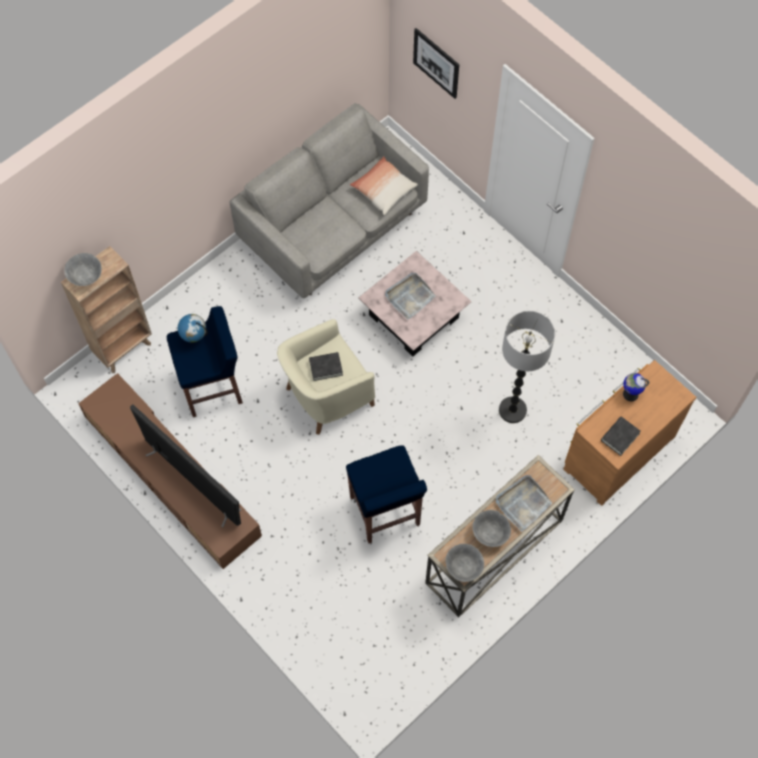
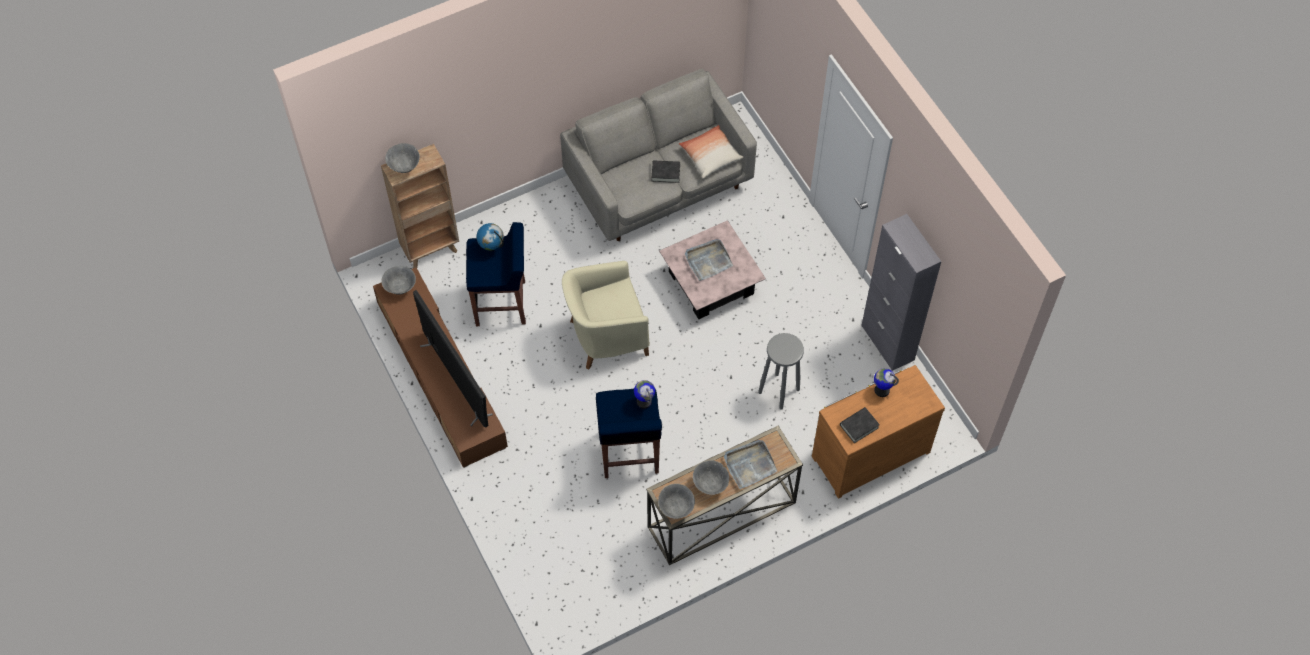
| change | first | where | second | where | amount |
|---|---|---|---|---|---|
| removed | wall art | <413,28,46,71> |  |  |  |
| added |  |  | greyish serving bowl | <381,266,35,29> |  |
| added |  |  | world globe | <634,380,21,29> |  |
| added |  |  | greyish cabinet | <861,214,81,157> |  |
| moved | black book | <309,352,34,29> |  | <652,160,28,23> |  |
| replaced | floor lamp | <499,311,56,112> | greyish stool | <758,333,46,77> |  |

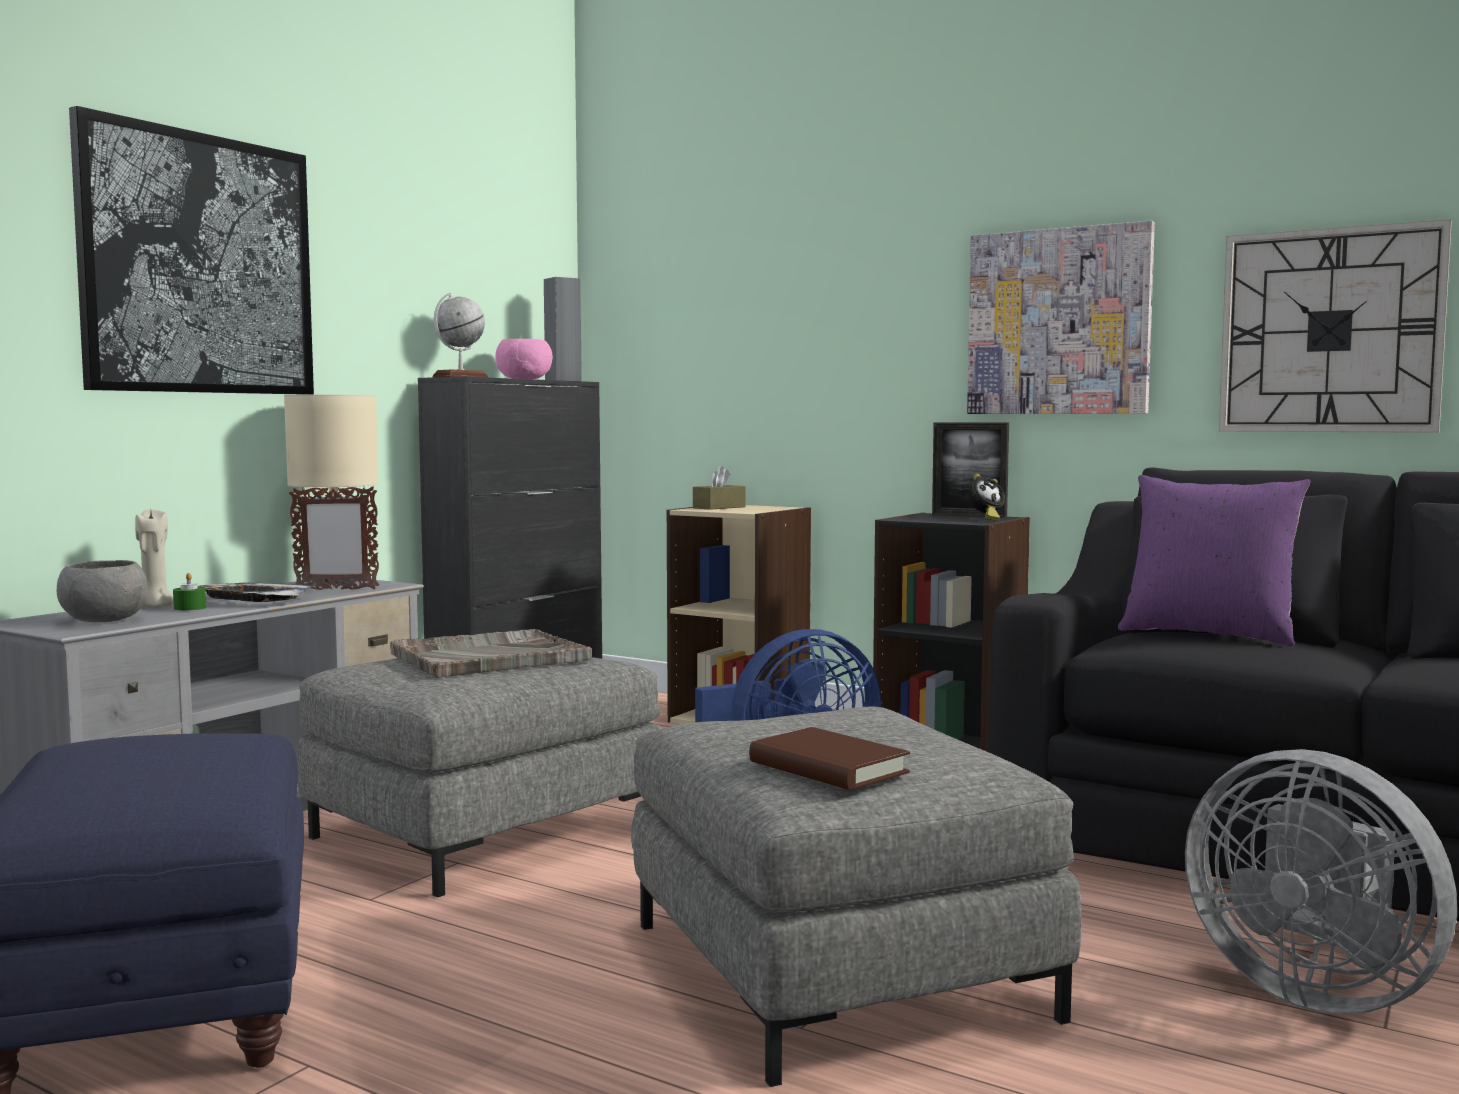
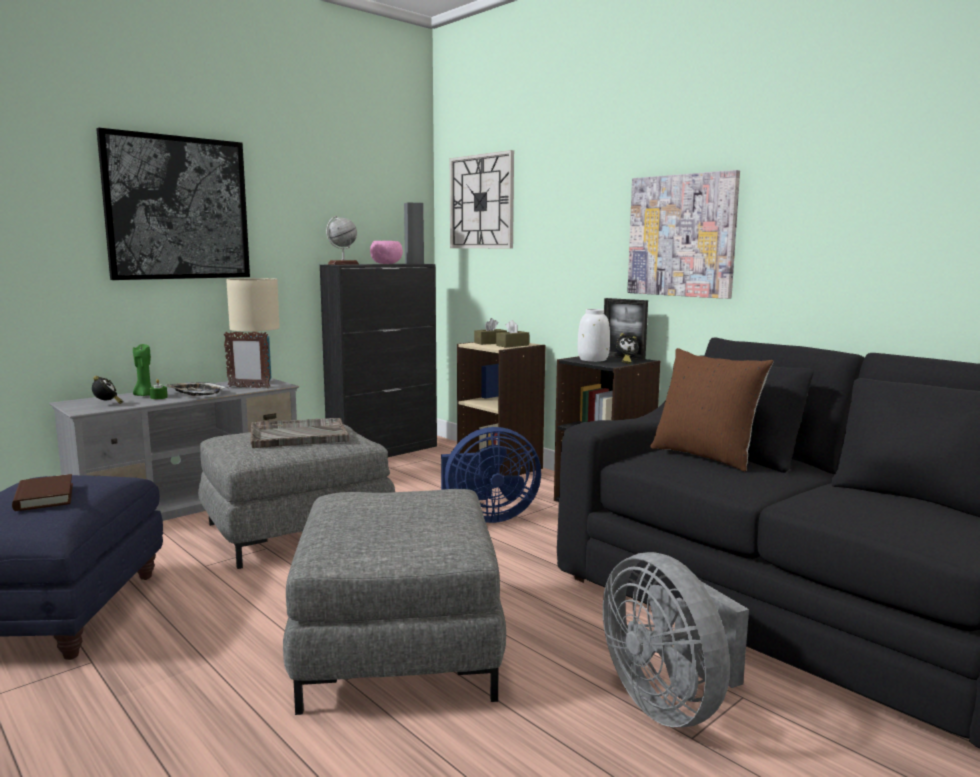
| change | first | where | second | where | amount |
|---|---|---|---|---|---|
| added |  |  | brown tissue box | <496,320,33,28> |  |
| added |  |  | white-coloured vase | <578,309,32,53> |  |
| moved | brown book | <749,727,161,63> |  | <12,474,61,37> |  |
| moved | clock on the wall | <1219,219,233,214> |  | <450,150,64,98> |  |
| replaced | greyish serving bowl | <57,560,91,62> | bedside clock | <92,376,31,28> |  |
| recoloured | sand-coloured wax candle | <135,509,39,98> | greenish wax candle | <133,344,18,52> |  |
| recoloured | purple pillow | <1118,475,193,172> | brown pillow | <651,348,123,123> |  |

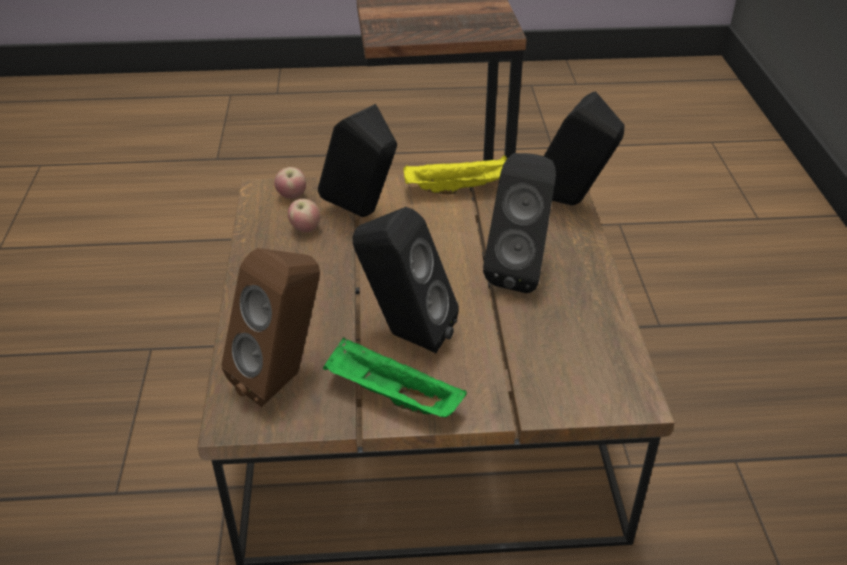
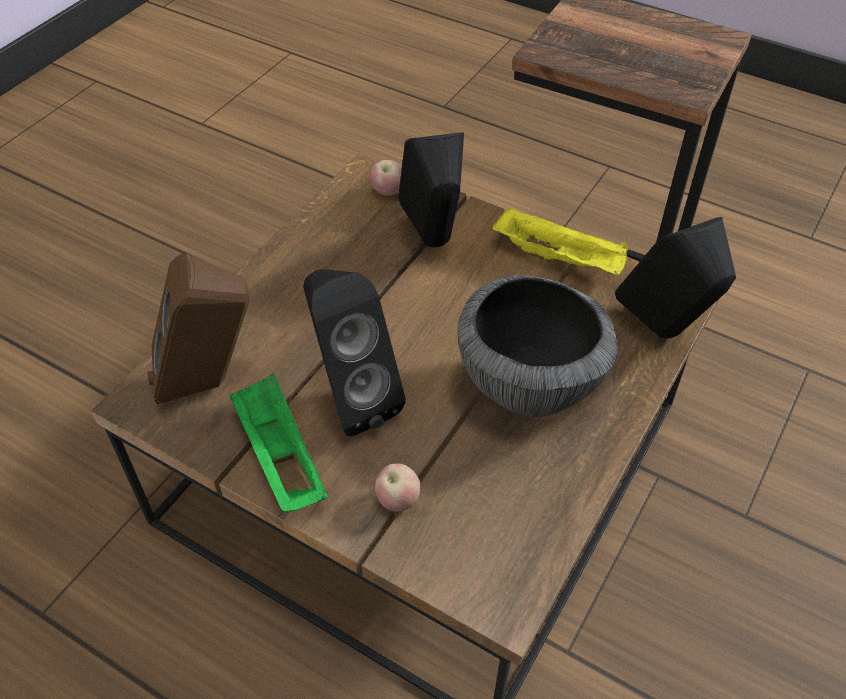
| change | first | where | second | where | amount |
|---|---|---|---|---|---|
| moved | whole apple | <288,199,32,33> |  | <375,463,46,49> |  |
| replaced | black loudspeaker | <483,153,73,140> | serving bowl | <457,275,161,142> |  |

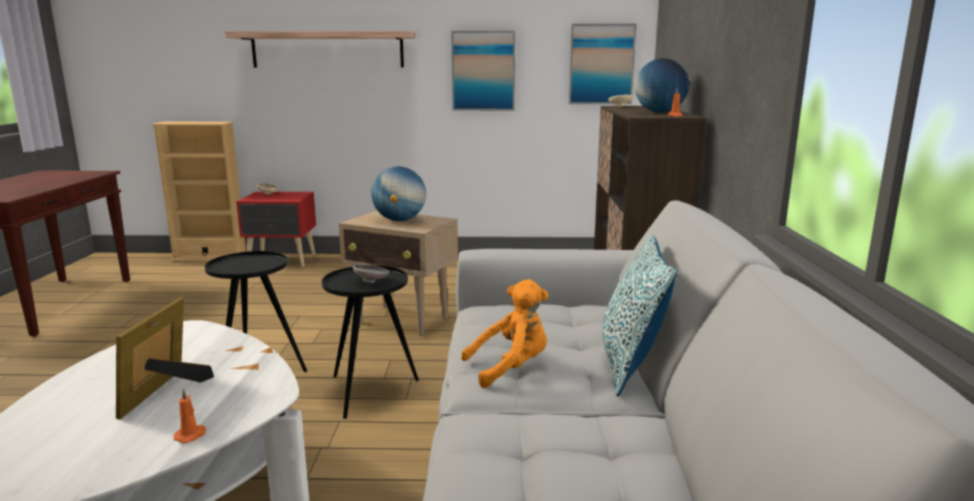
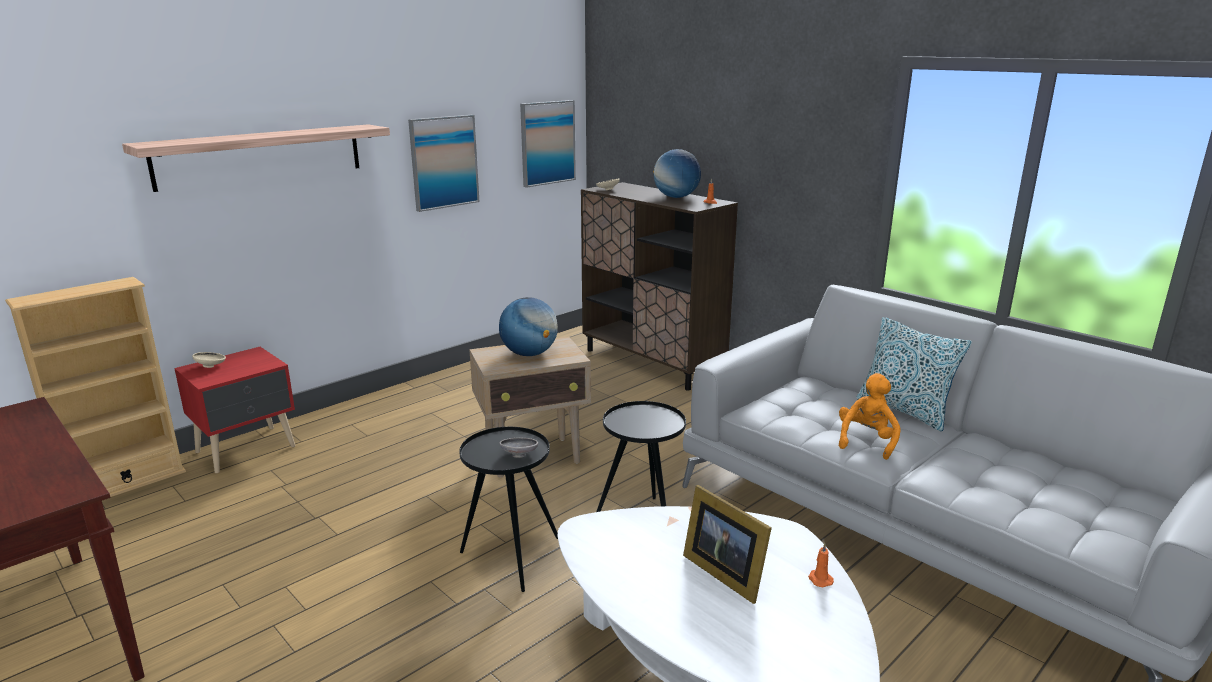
| change | first | where | second | where | amount |
|---|---|---|---|---|---|
| moved | greyish serving bowl | <353,264,36,19> |  | <499,438,39,20> |  |

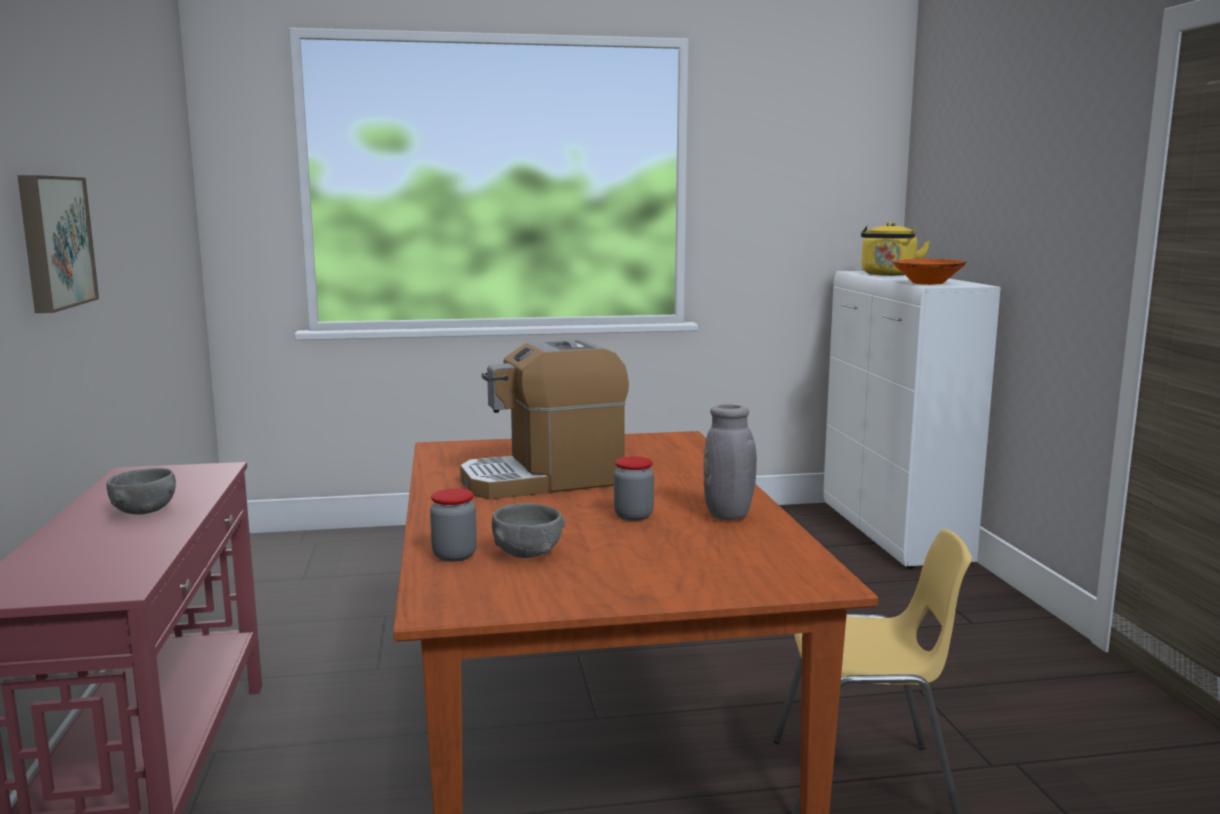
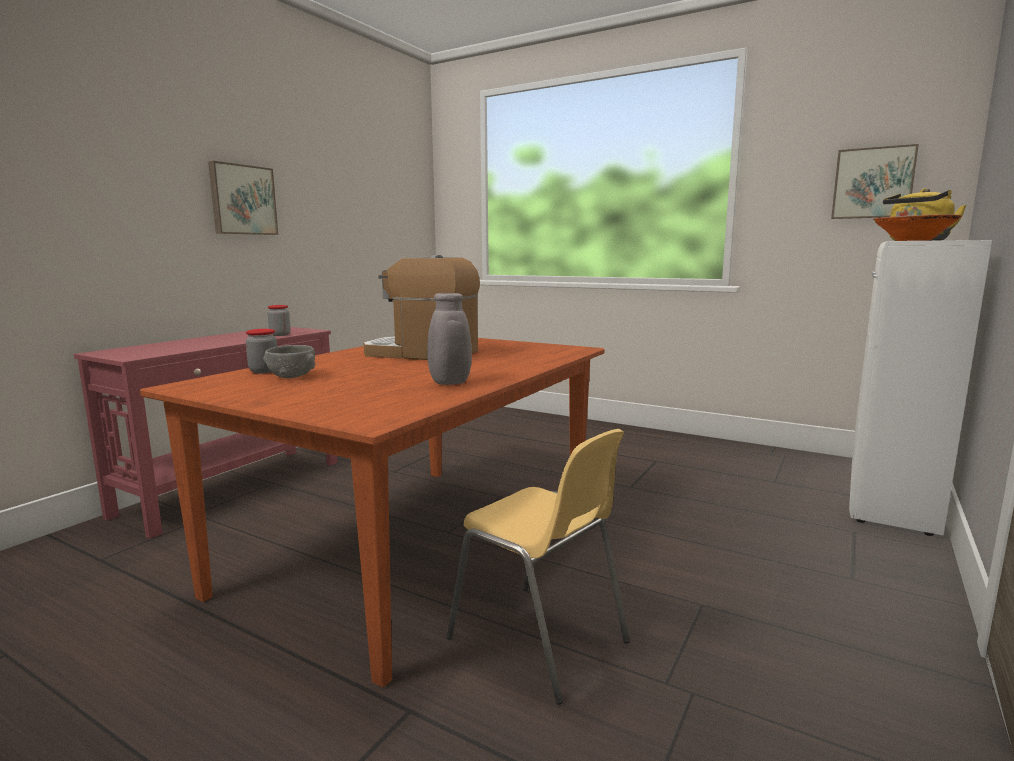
| change | first | where | second | where | amount |
|---|---|---|---|---|---|
| removed | greyish serving bowl | <106,468,70,47> |  |  |  |
| added |  |  | wall art | <831,144,88,75> |  |
| moved | preserve jar | <614,456,40,65> |  | <268,305,23,31> |  |

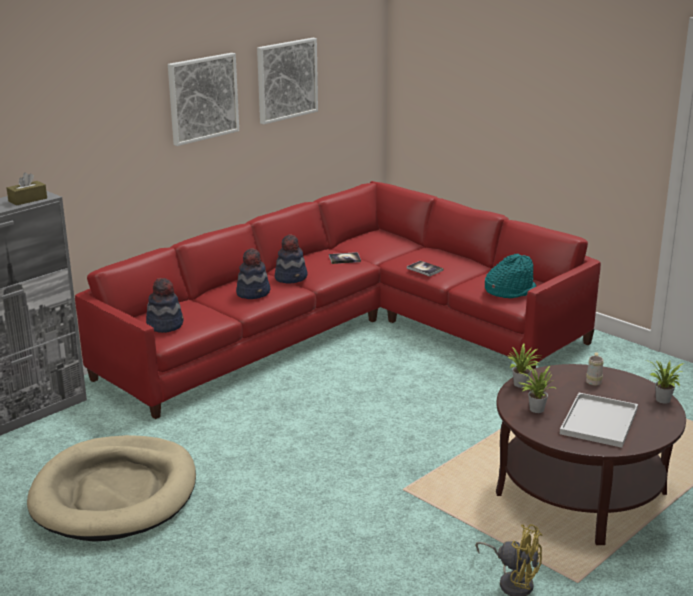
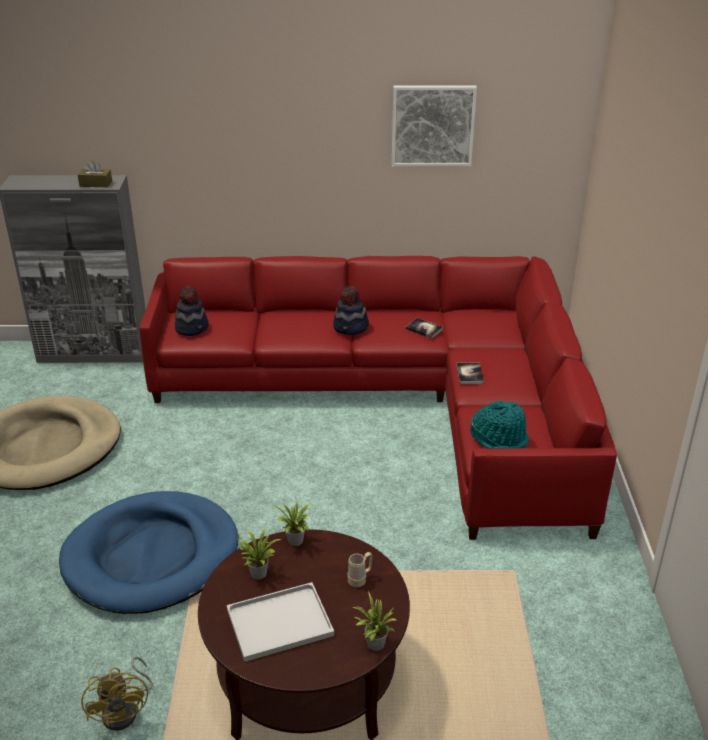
| change | first | where | second | where | amount |
|---|---|---|---|---|---|
| removed | wall art | <168,53,71,93> |  |  |  |
| removed | hat | <236,248,34,51> |  |  |  |
| added |  |  | blue pet bed | <59,491,179,123> |  |

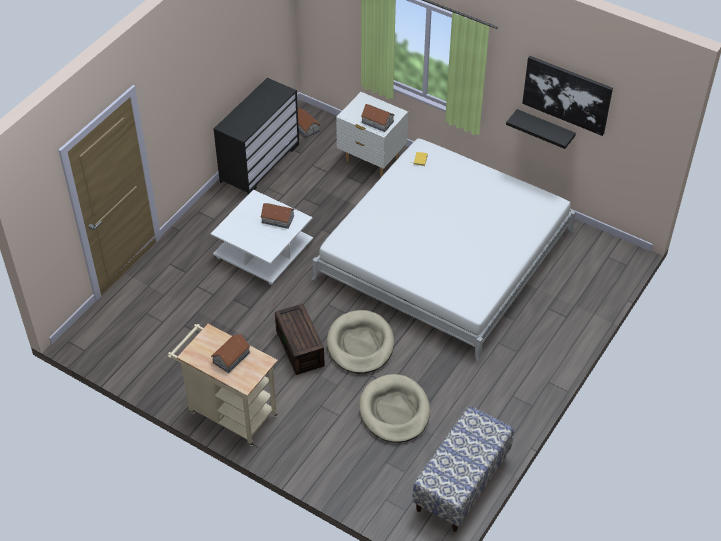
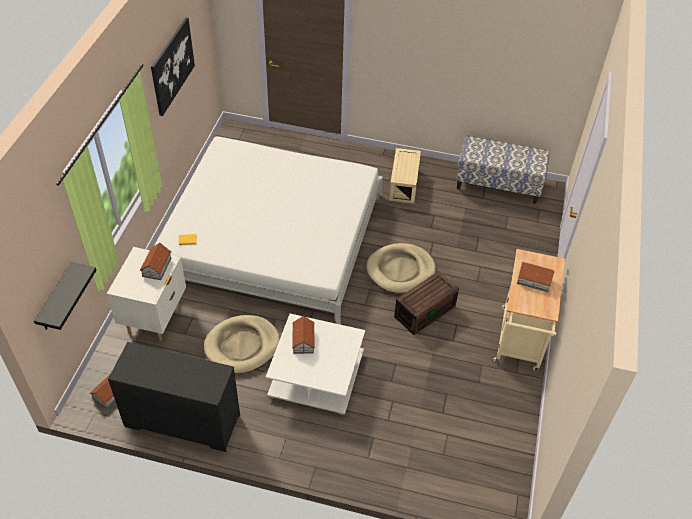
| change | first | where | second | where | amount |
|---|---|---|---|---|---|
| added |  |  | sand-coloured storage bin | <389,148,32,56> |  |
| moved | sand-coloured pet bed | <359,374,71,69> |  | <204,315,76,59> |  |
| moved | black wall shelf | <506,109,70,40> |  | <34,262,62,68> |  |

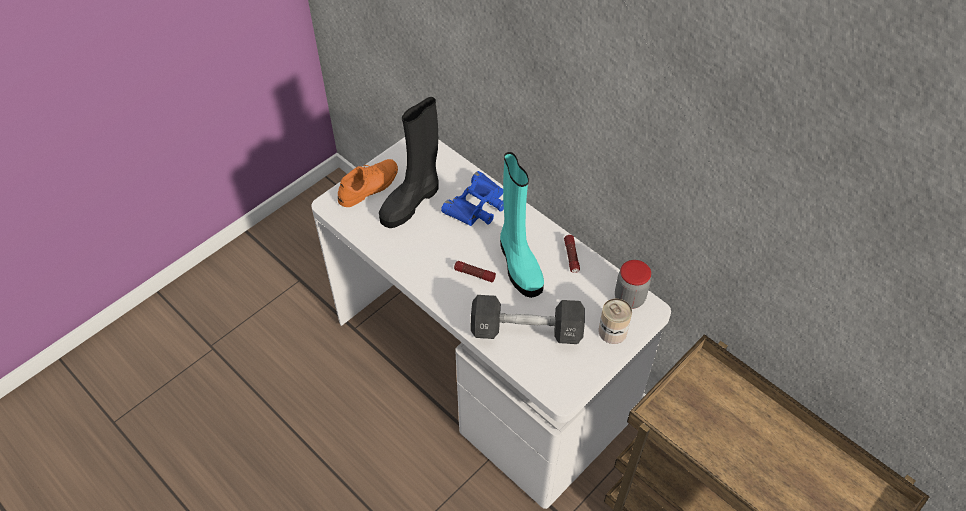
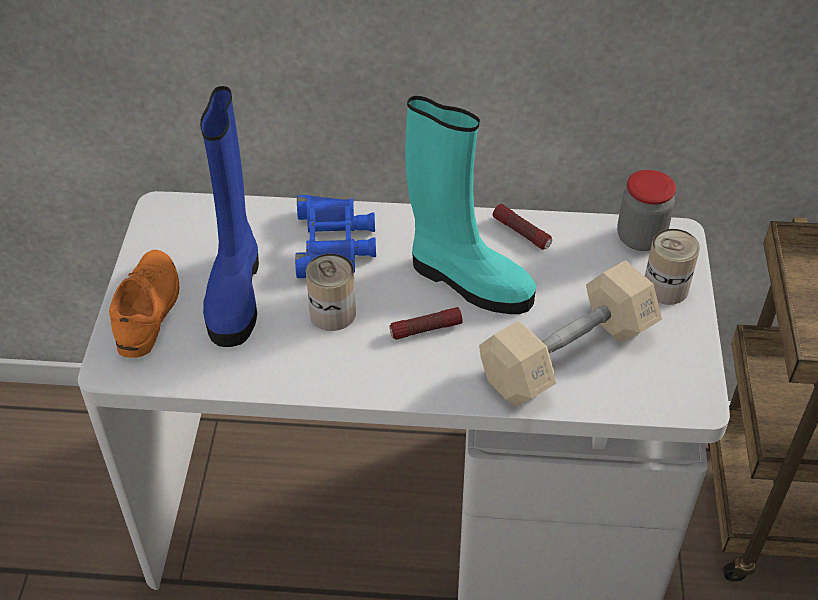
| change | first | where | second | where | amount |
|---|---|---|---|---|---|
| added |  |  | sealed can | <306,254,50,77> |  |
| recoloured | black boot | <379,97,60,131> | blue boot | <200,86,59,261> |  |
| recoloured | black free weight | <470,295,115,49> | sand-coloured free weight | <479,260,183,147> |  |

